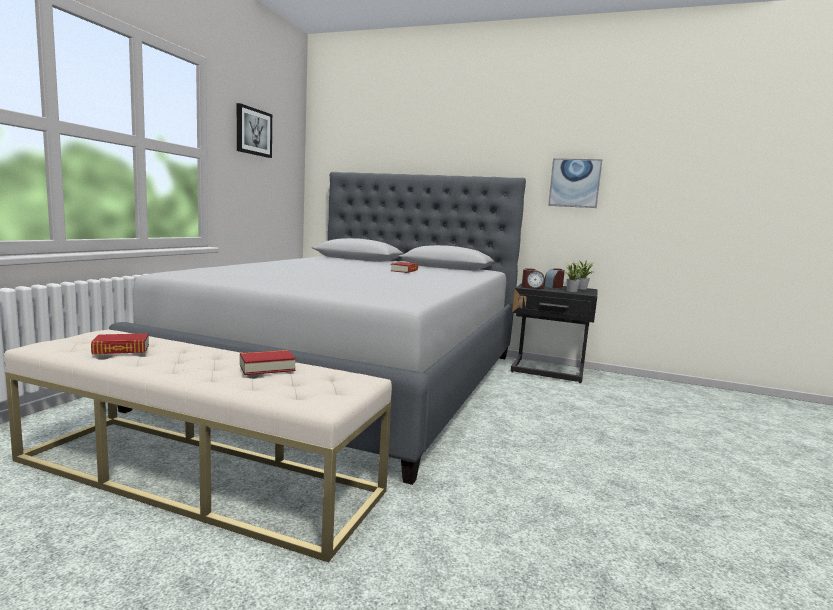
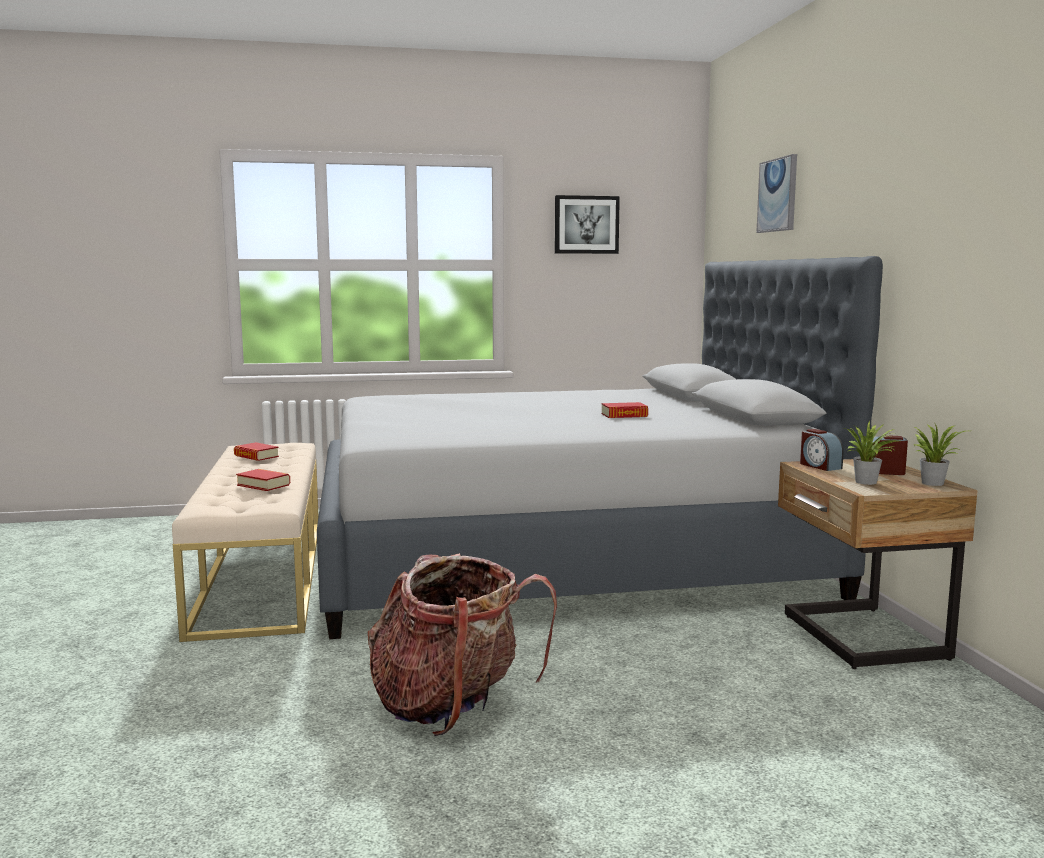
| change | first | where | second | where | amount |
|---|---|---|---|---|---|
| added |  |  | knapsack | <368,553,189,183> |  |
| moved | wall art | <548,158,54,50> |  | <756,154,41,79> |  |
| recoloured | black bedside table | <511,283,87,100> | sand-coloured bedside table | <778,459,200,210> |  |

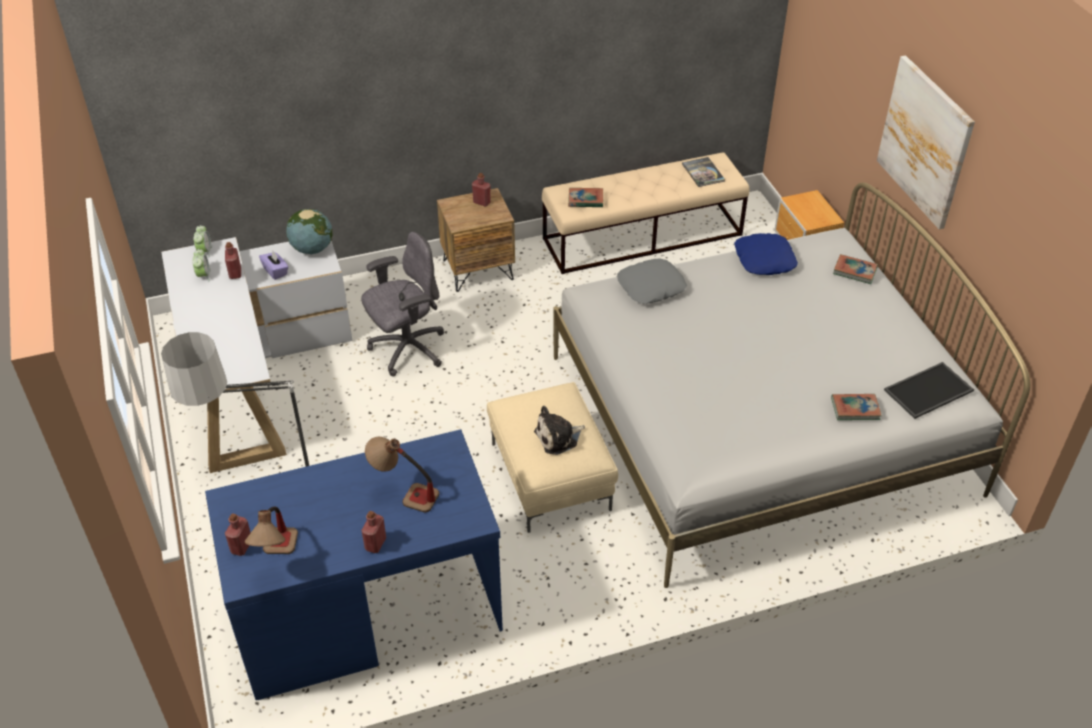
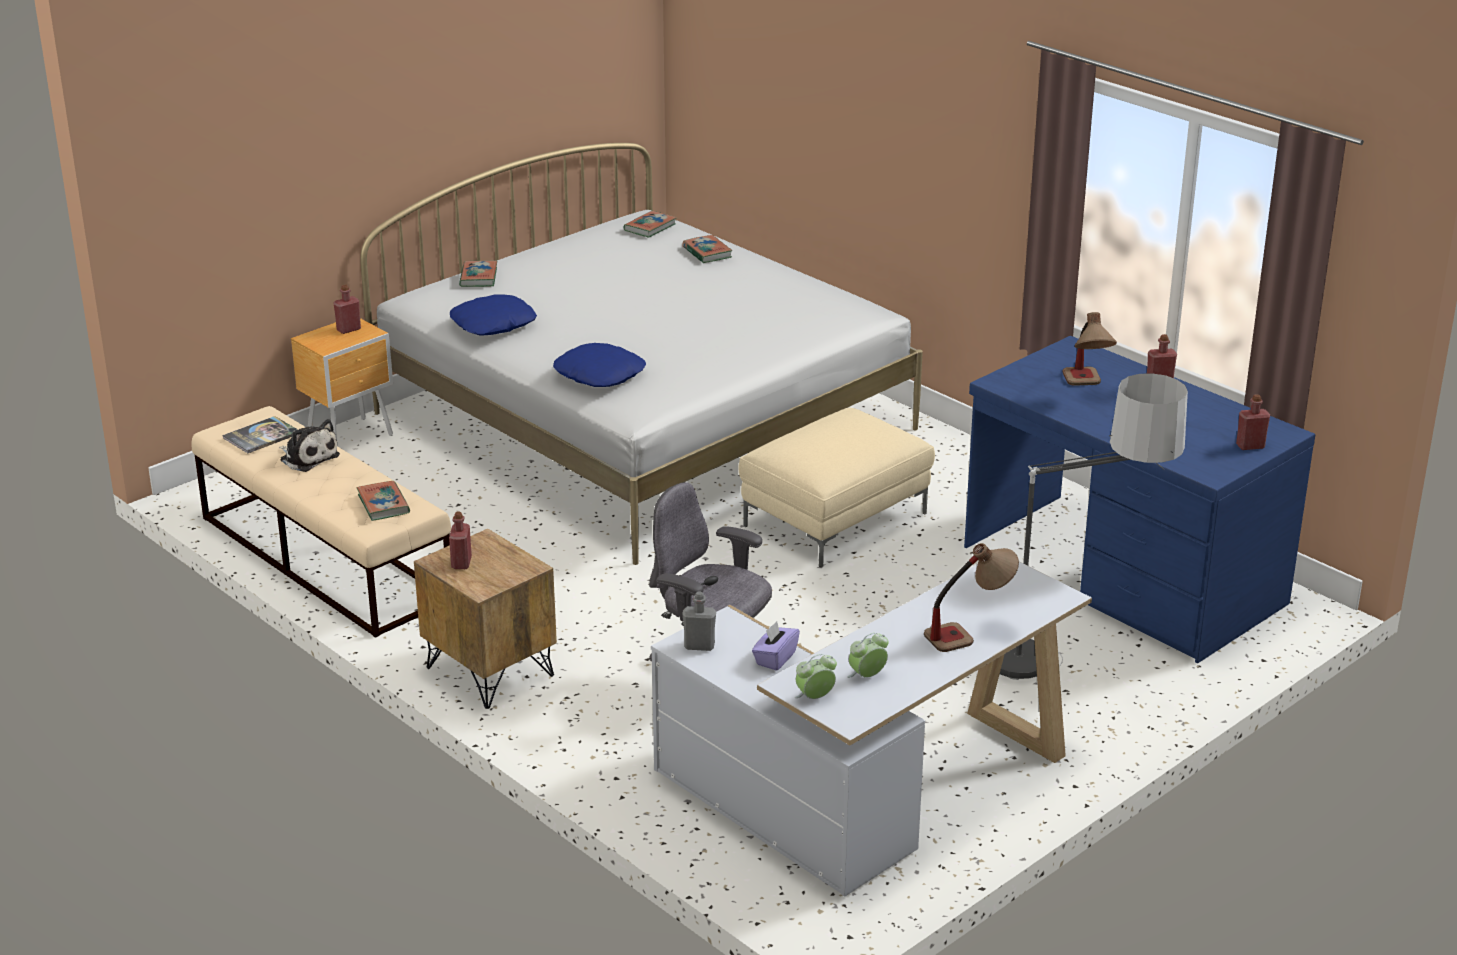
| change | first | where | second | where | amount |
|---|---|---|---|---|---|
| removed | wall art | <877,56,98,173> |  |  |  |
| moved | red-coloured beverage bottle | <225,242,16,37> |  | <333,285,28,49> |  |
| moved | lamp for a table | <245,506,53,48> |  | <924,543,95,109> |  |
| moved | soft toy | <534,406,51,49> |  | <279,419,61,53> |  |
| replaced | world globe | <286,209,46,45> | greyish beverage bottle | <682,591,34,60> |  |
| replaced | serving tray | <884,362,90,57> | book | <624,211,52,27> |  |
| recoloured | greyish pillow | <617,259,70,45> | blue pillow | <553,343,93,44> |  |

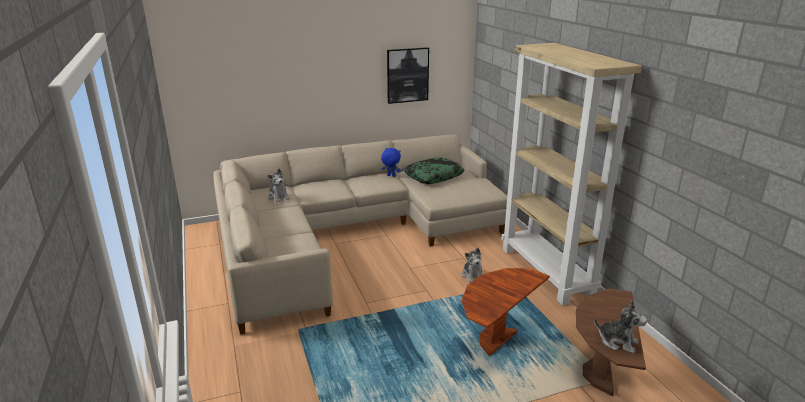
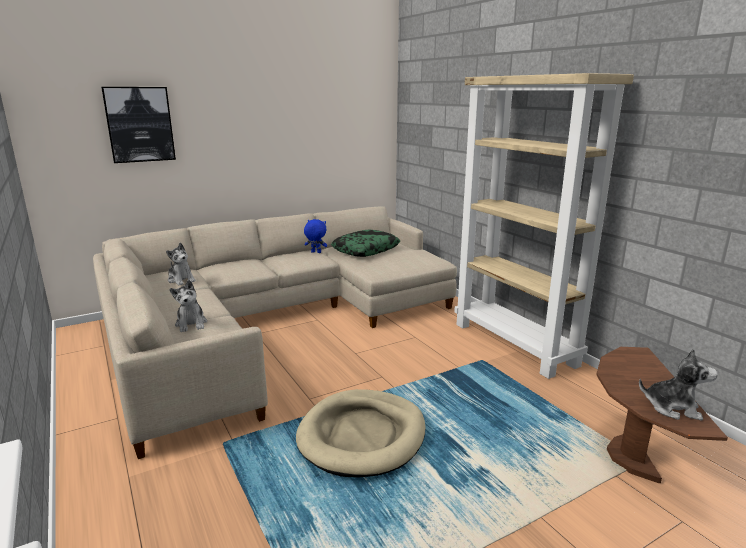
| change | first | where | second | where | amount |
|---|---|---|---|---|---|
| removed | brown accent table | <462,268,88,88> |  |  |  |
| added |  |  | sand-coloured pet bed | <296,389,130,89> |  |
| moved | wall art | <387,47,42,57> |  | <101,87,75,76> |  |
| moved | soft toy | <462,248,21,35> |  | <169,280,38,52> |  |

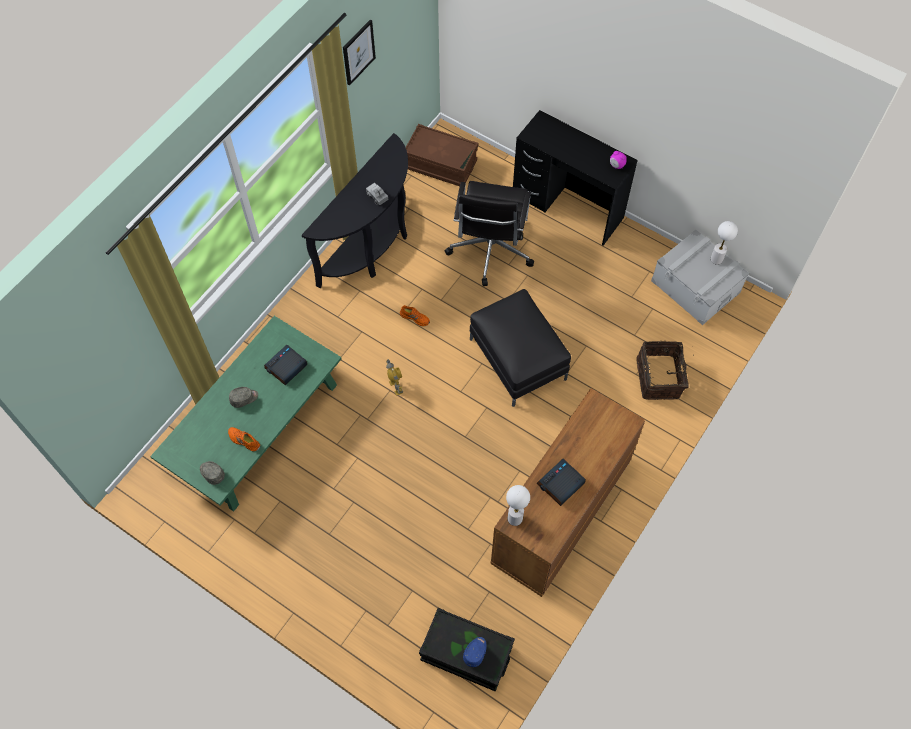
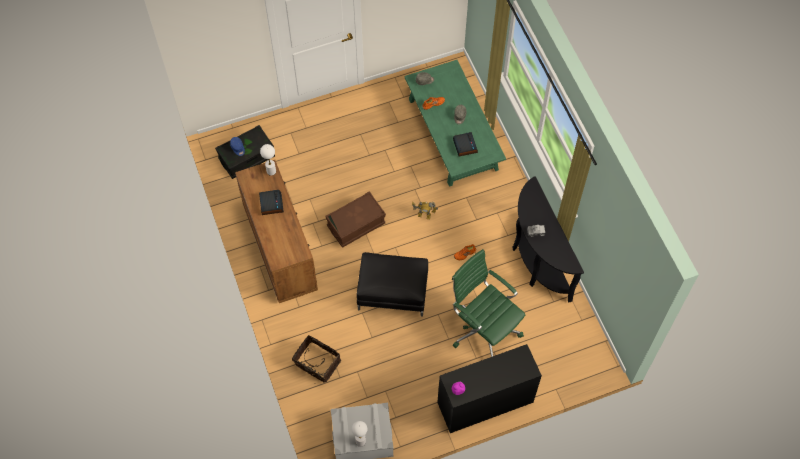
| change | first | where | second | where | amount |
|---|---|---|---|---|---|
| removed | wall art | <343,20,33,66> |  |  |  |
| moved | brown storage bin | <405,124,73,62> |  | <325,191,61,57> |  |
| recoloured | black desk chair | <445,181,89,105> | greenish desk chair | <452,249,73,108> |  |

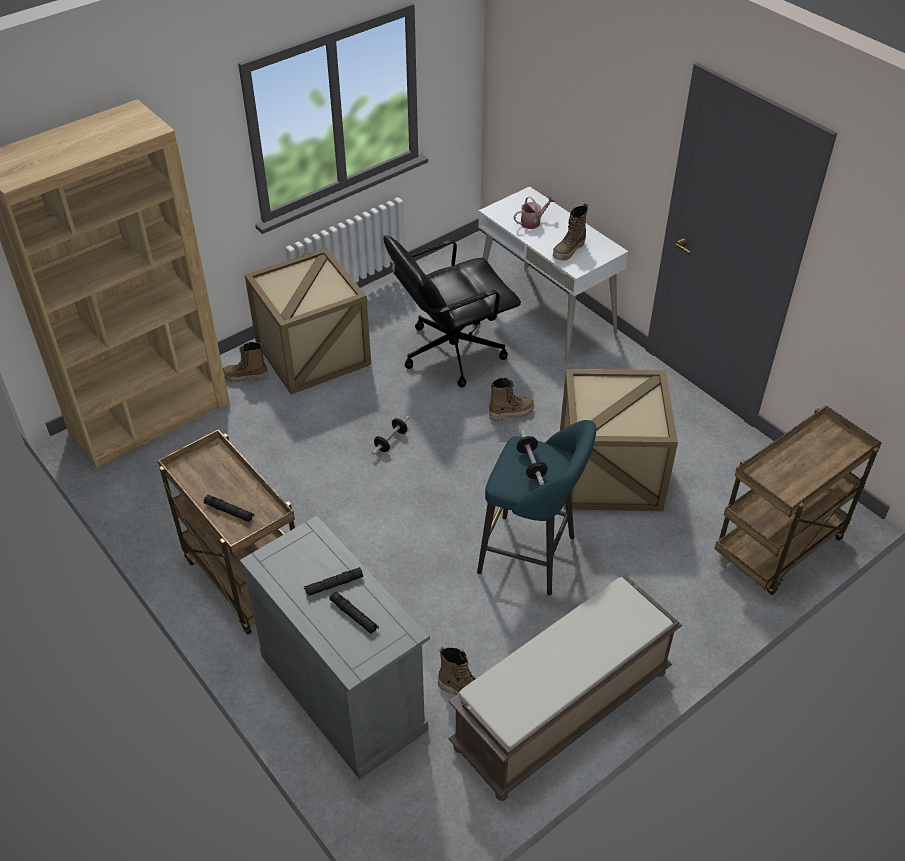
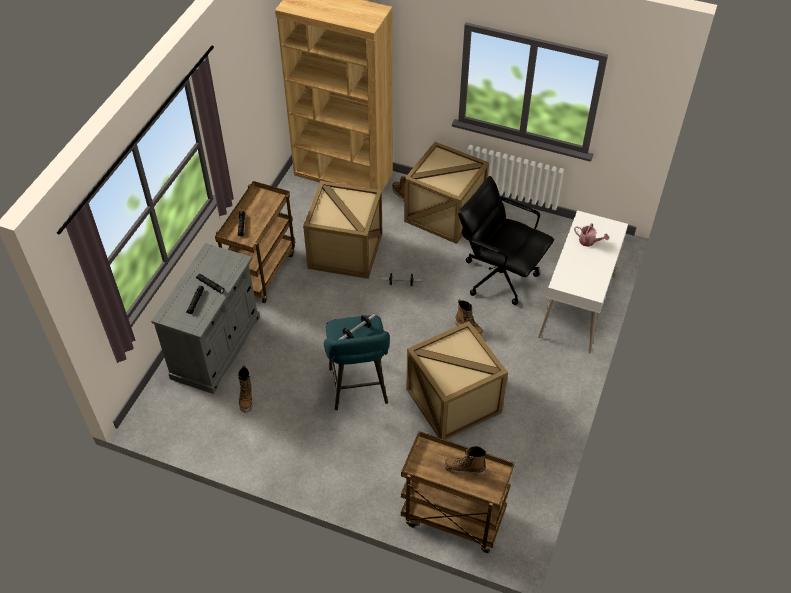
| change | first | where | second | where | amount |
|---|---|---|---|---|---|
| removed | brown bench | <448,575,234,226> |  |  |  |
| added |  |  | shipping crate | <303,181,79,98> |  |
| moved | boot | <553,203,35,58> |  | <444,446,43,30> |  |

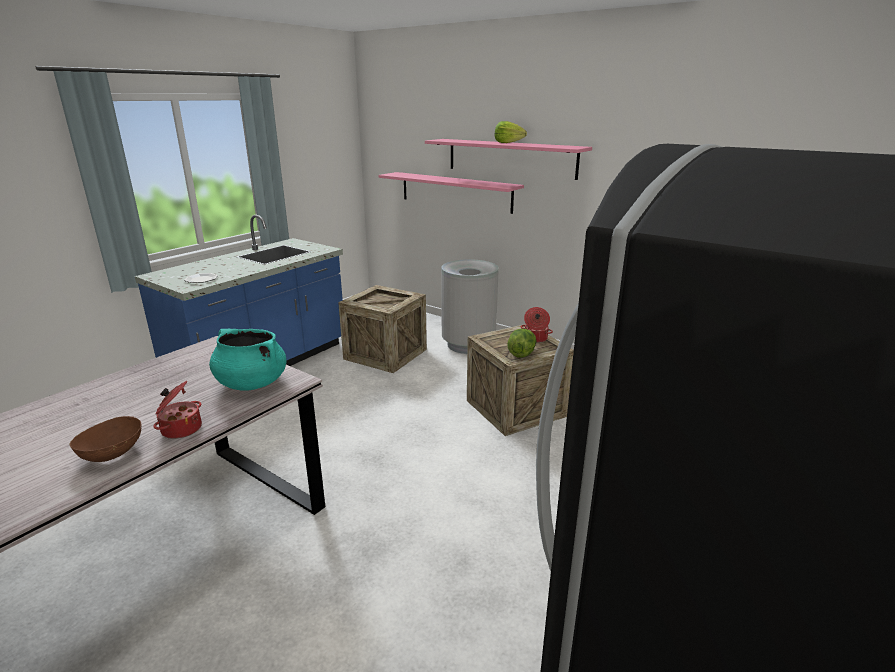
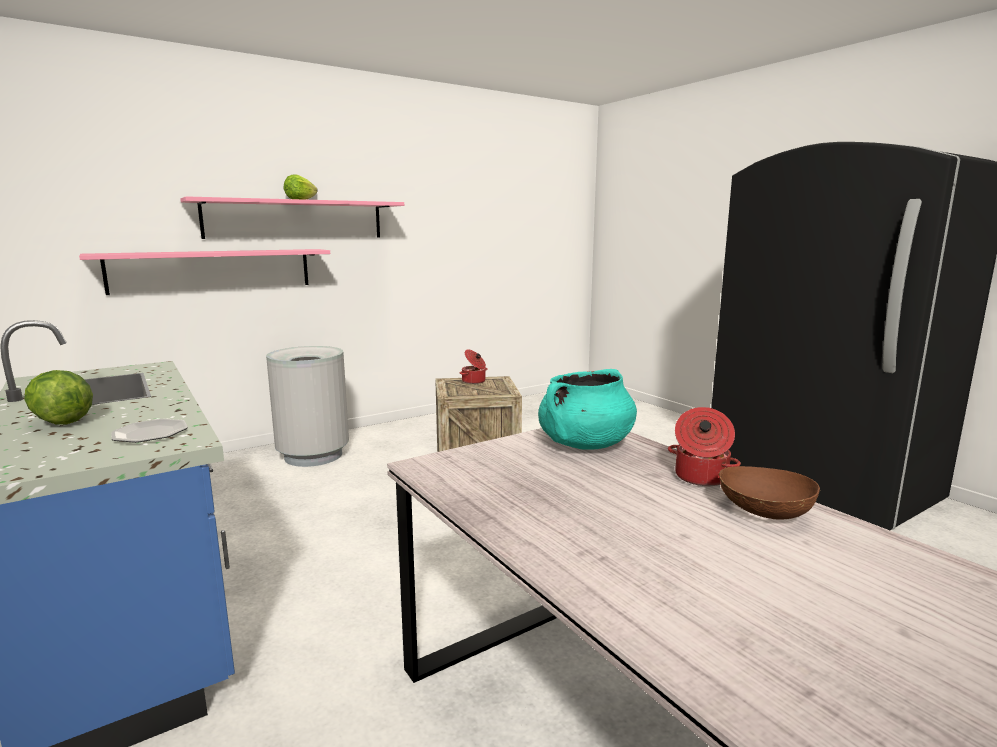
| change | first | where | second | where | amount |
|---|---|---|---|---|---|
| removed | shipping crate | <338,285,89,88> |  |  |  |
| moved | lettuce | <507,329,29,29> |  | <24,370,69,55> |  |

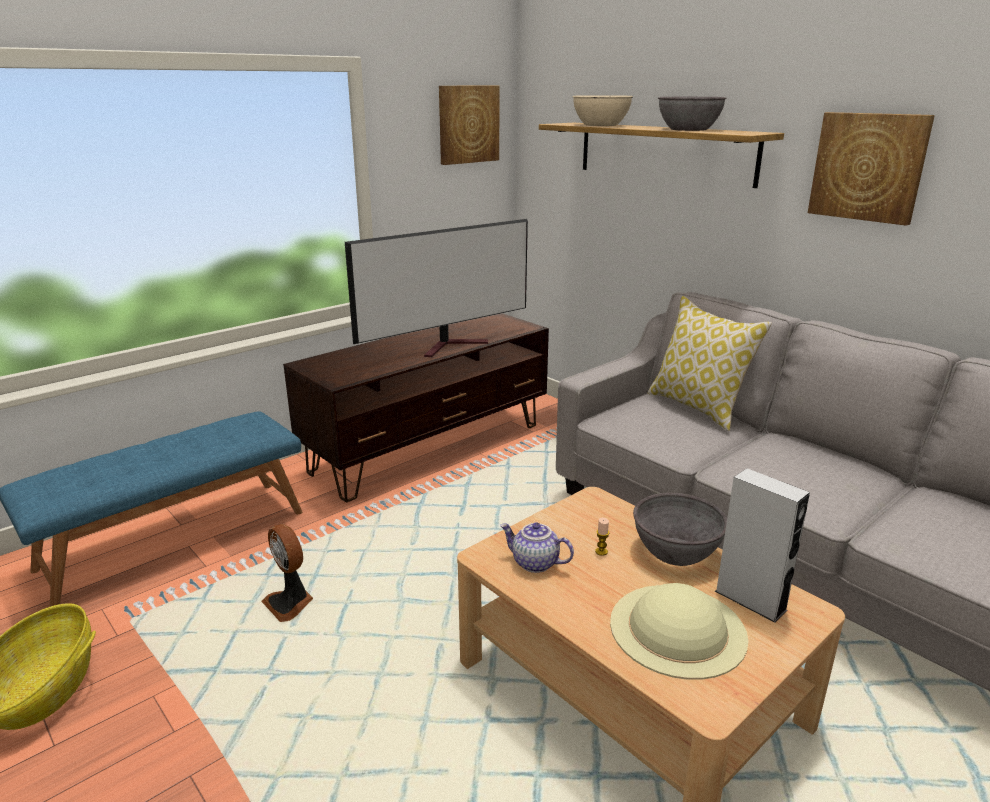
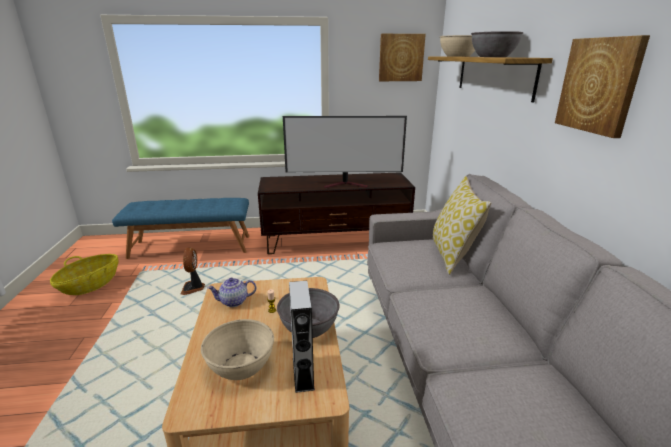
| change | first | where | second | where | amount |
|---|---|---|---|---|---|
| replaced | sand-coloured hat | <610,583,138,97> | sand-coloured serving bowl | <201,319,73,61> |  |
| turned | tea pot | <500,522,74,51> |  | <207,278,49,29> | 75 degrees counterclockwise |

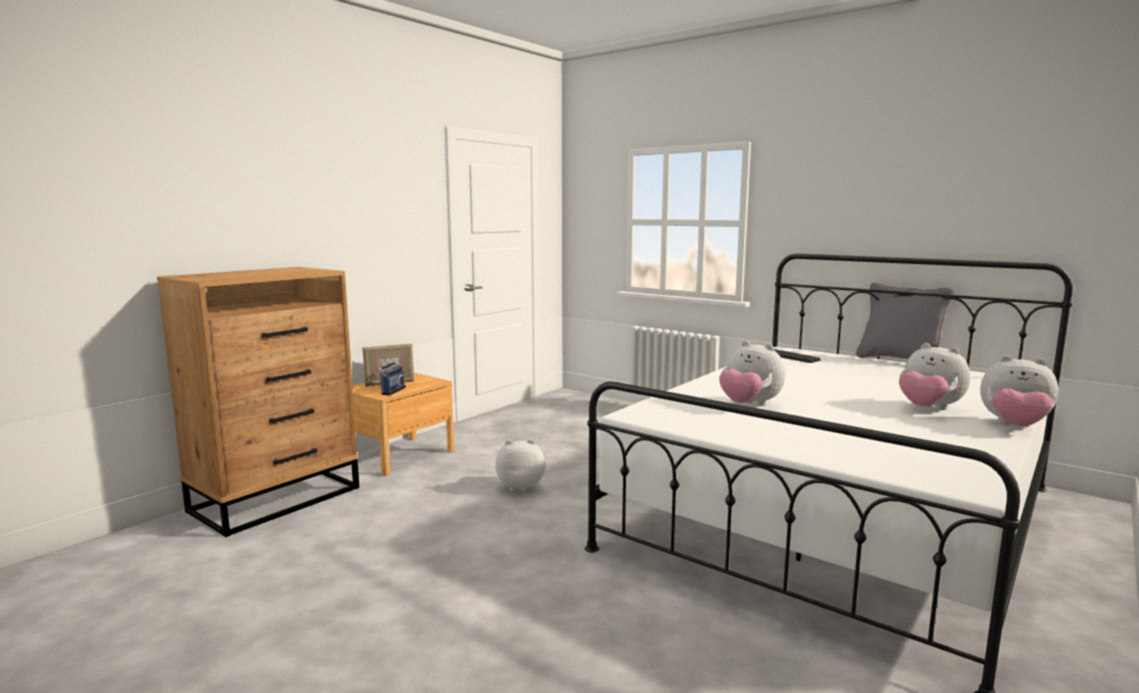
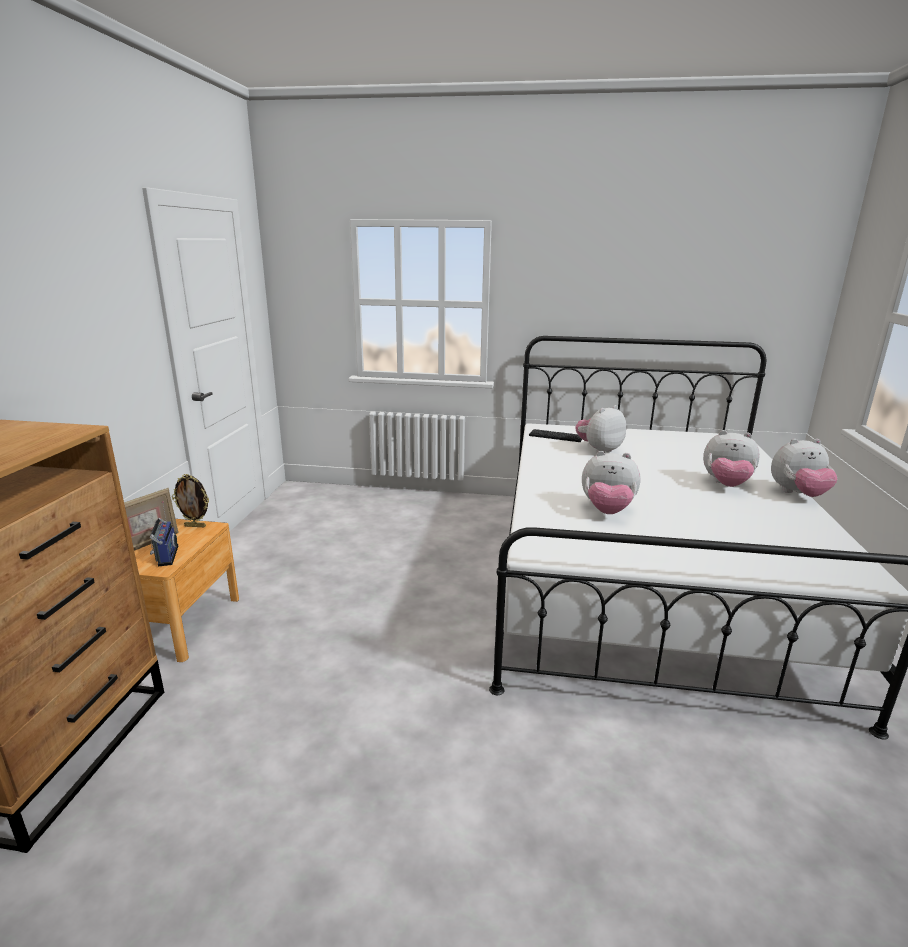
| change | first | where | second | where | amount |
|---|---|---|---|---|---|
| removed | greyish pillow | <856,283,98,76> |  |  |  |
| added |  |  | photo frame | <172,474,37,53> |  |
| moved | soft toy | <495,439,50,53> |  | <575,405,51,47> |  |

